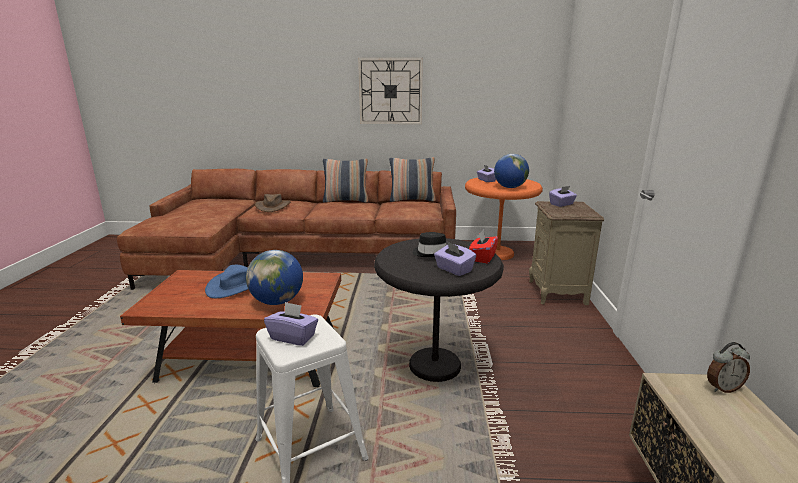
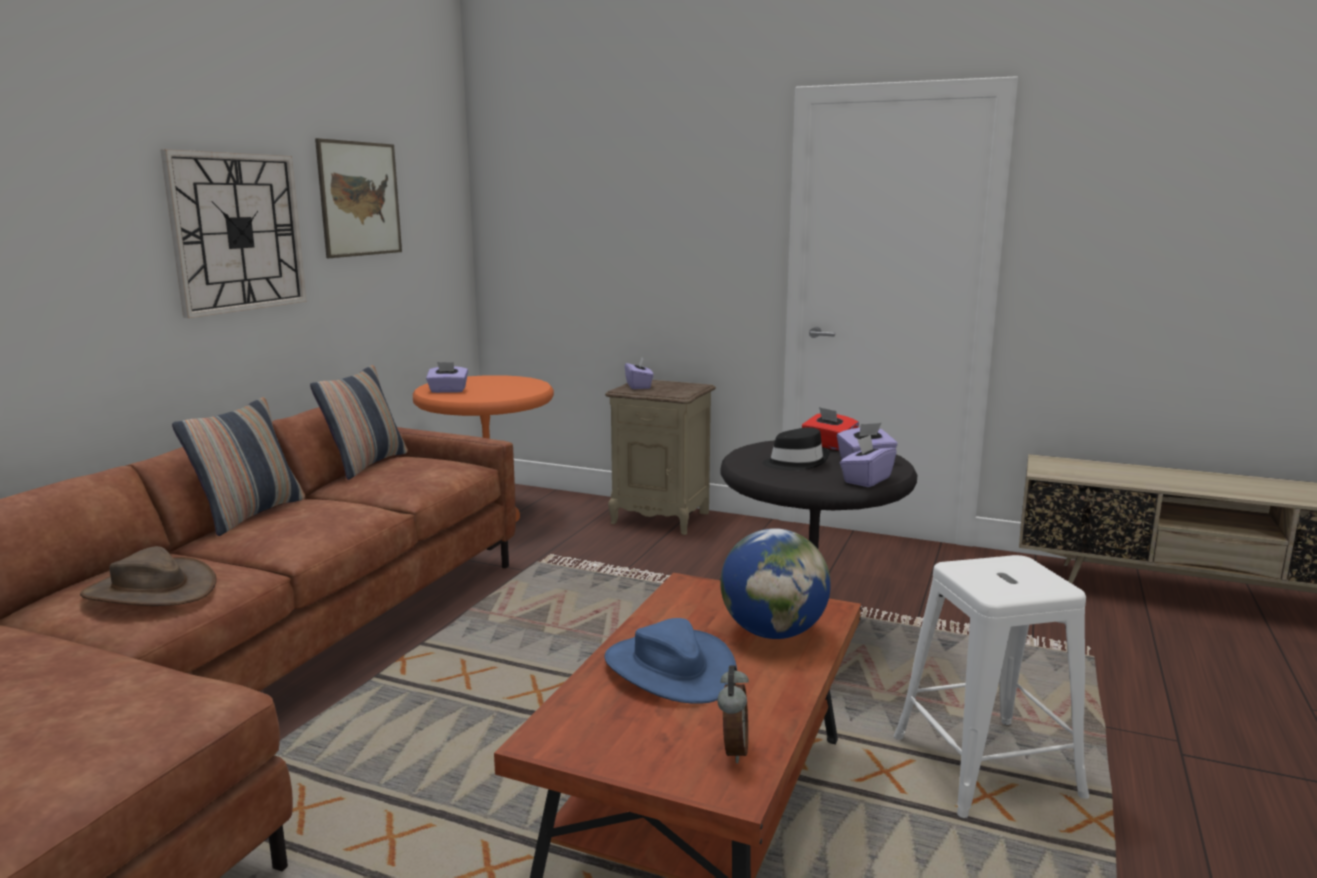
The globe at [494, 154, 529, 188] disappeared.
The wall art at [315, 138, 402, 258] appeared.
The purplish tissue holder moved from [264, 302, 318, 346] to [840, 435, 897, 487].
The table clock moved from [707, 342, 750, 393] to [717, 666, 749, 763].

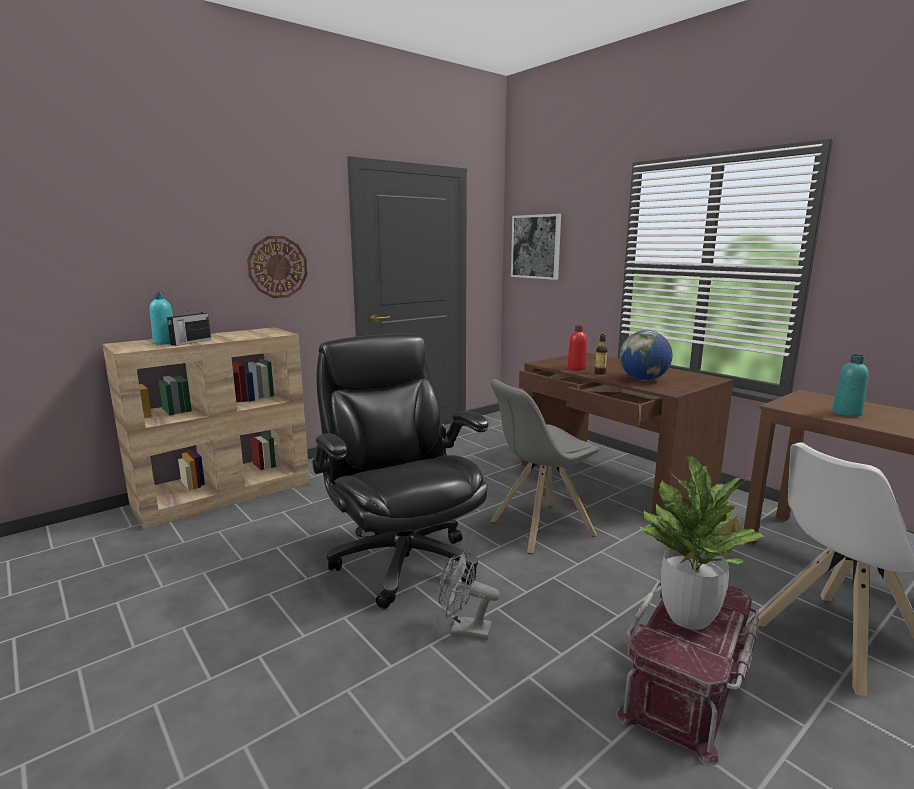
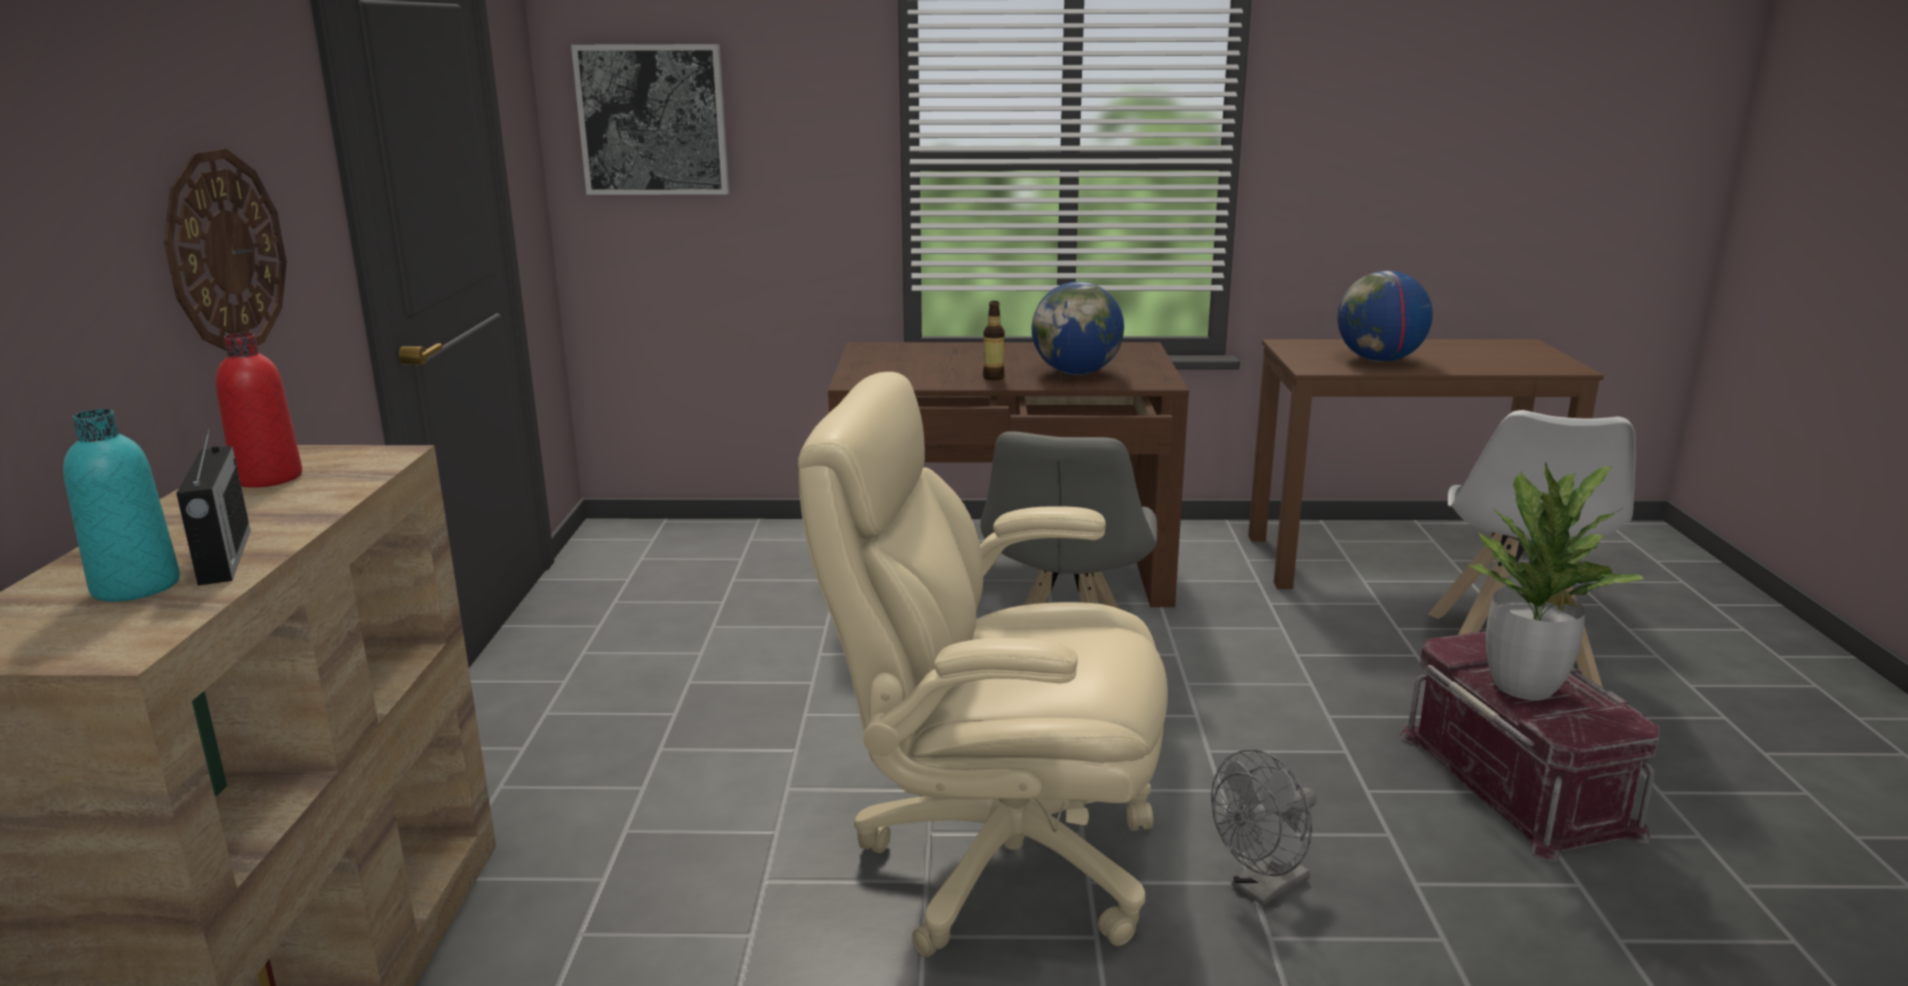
The red drink bottle moved from [567, 325, 587, 371] to [216, 333, 302, 488].
The turquoise drink bottle at [832, 354, 869, 417] was replaced by the globe at [1337, 271, 1433, 362].
The black-coloured desk chair at [313, 333, 488, 609] became the beige desk chair at [798, 372, 1168, 957].

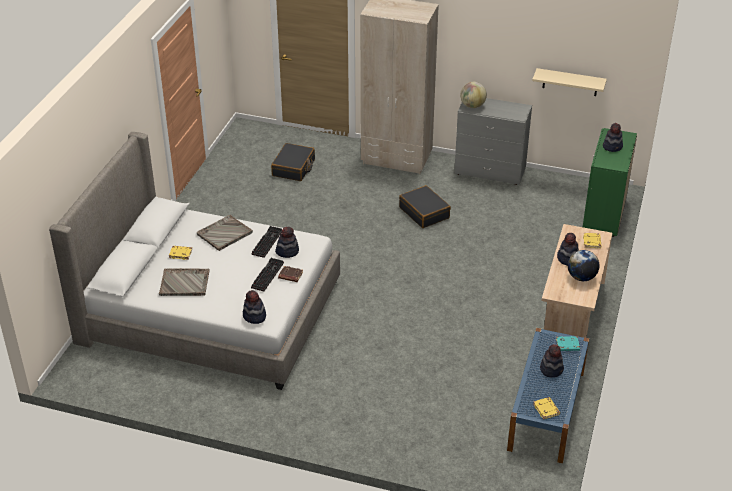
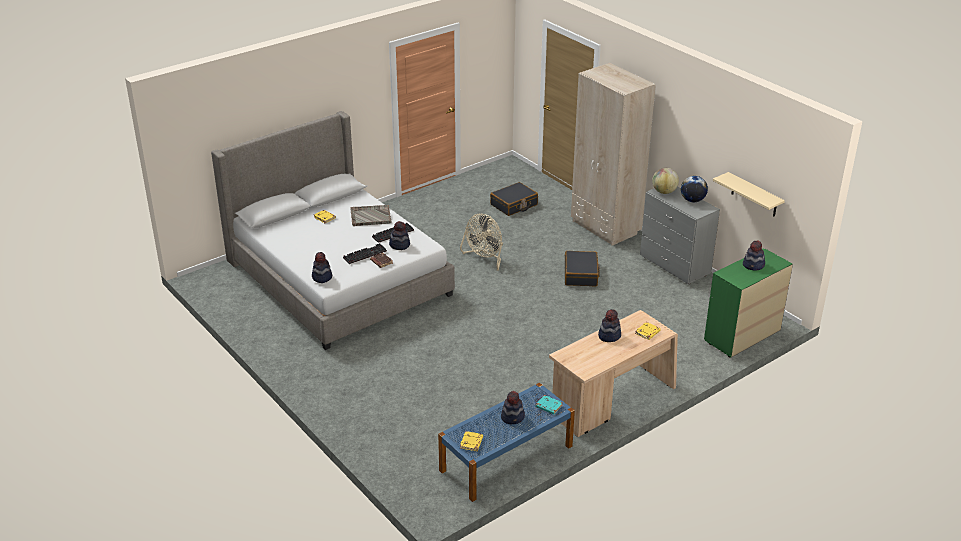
The greyish tray at [159, 268, 210, 296] disappeared.
The beige fan at [460, 214, 503, 271] appeared.
The globe moved from [568, 250, 599, 281] to [681, 176, 708, 202].

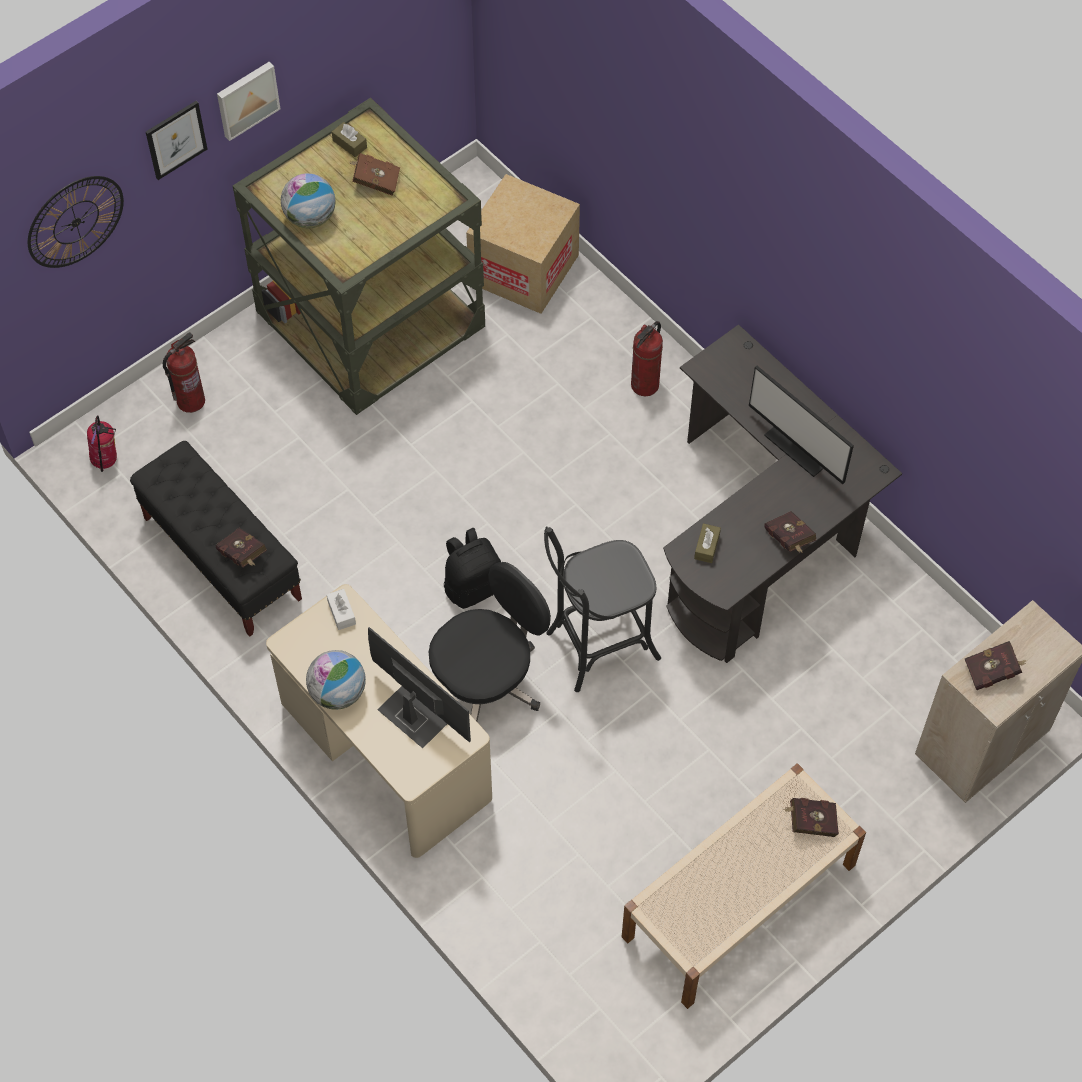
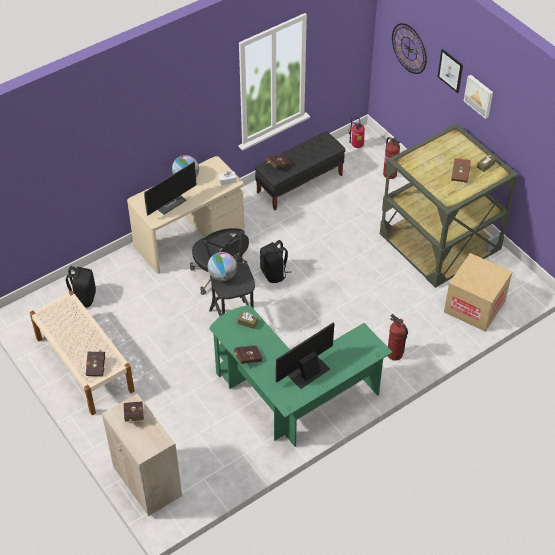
The black-coloured backpack at [66, 266, 96, 308] appeared.
The globe moved from [281, 173, 335, 228] to [208, 252, 237, 281].
The black-coloured desk at [663, 324, 902, 663] became the greenish desk at [209, 305, 392, 447].

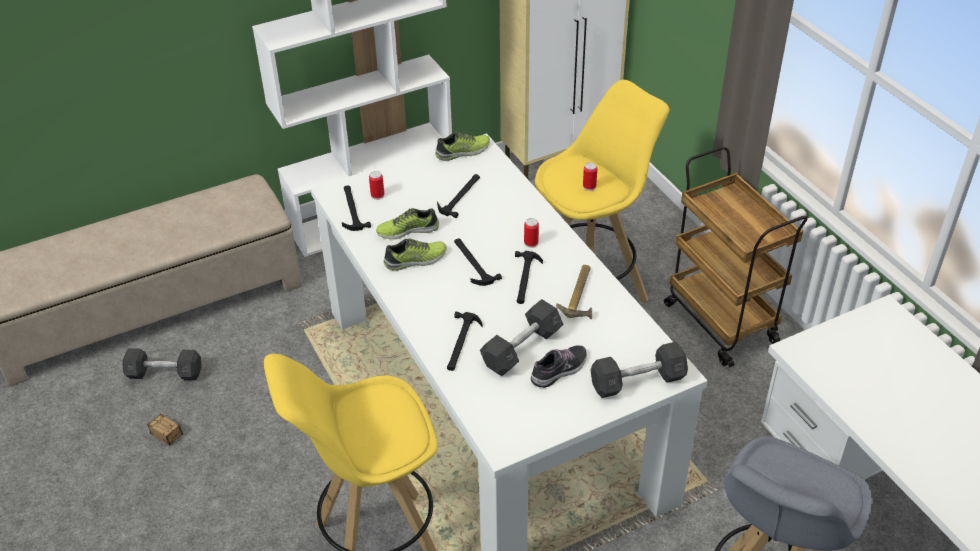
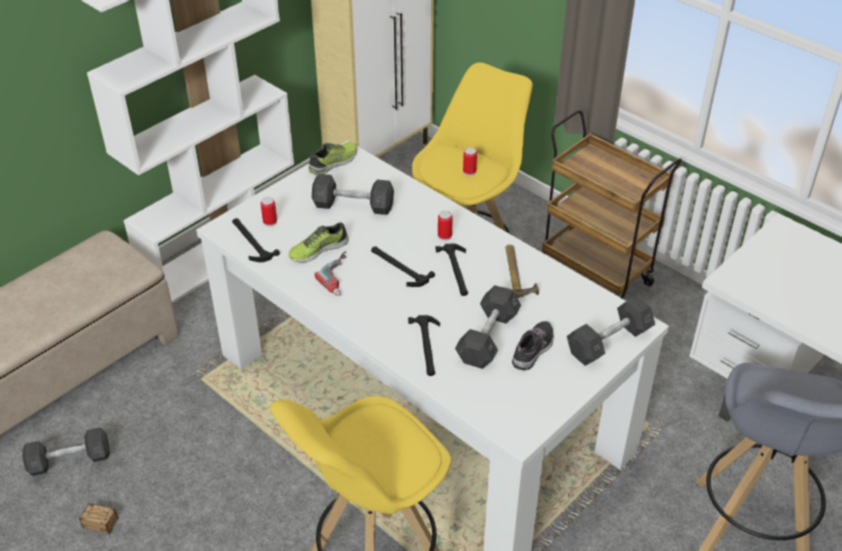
The shoe at [383, 239, 446, 270] was replaced by the electric drill at [315, 252, 346, 296].
The hammer at [437, 174, 480, 218] was replaced by the greyish dumbbell at [312, 174, 394, 215].

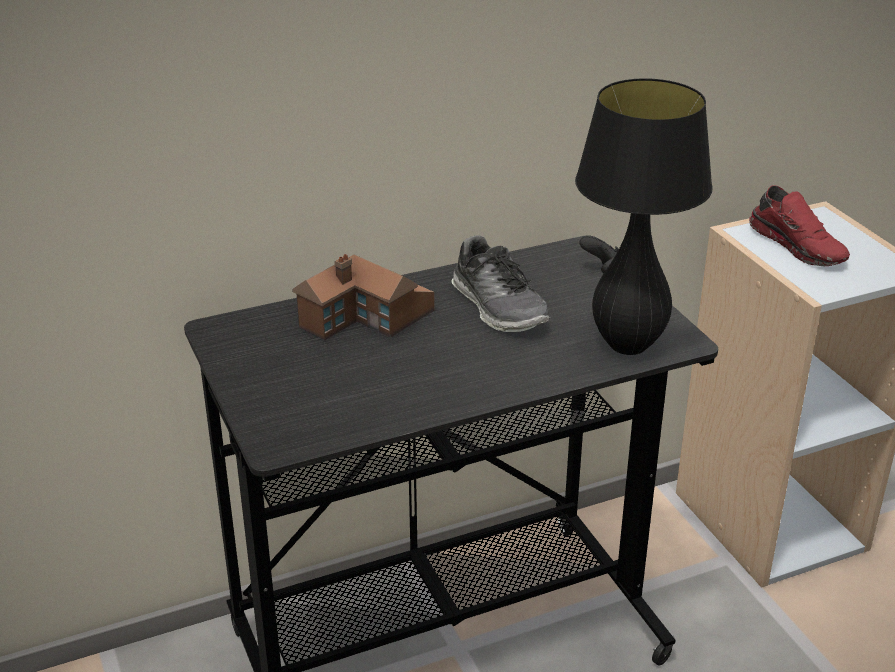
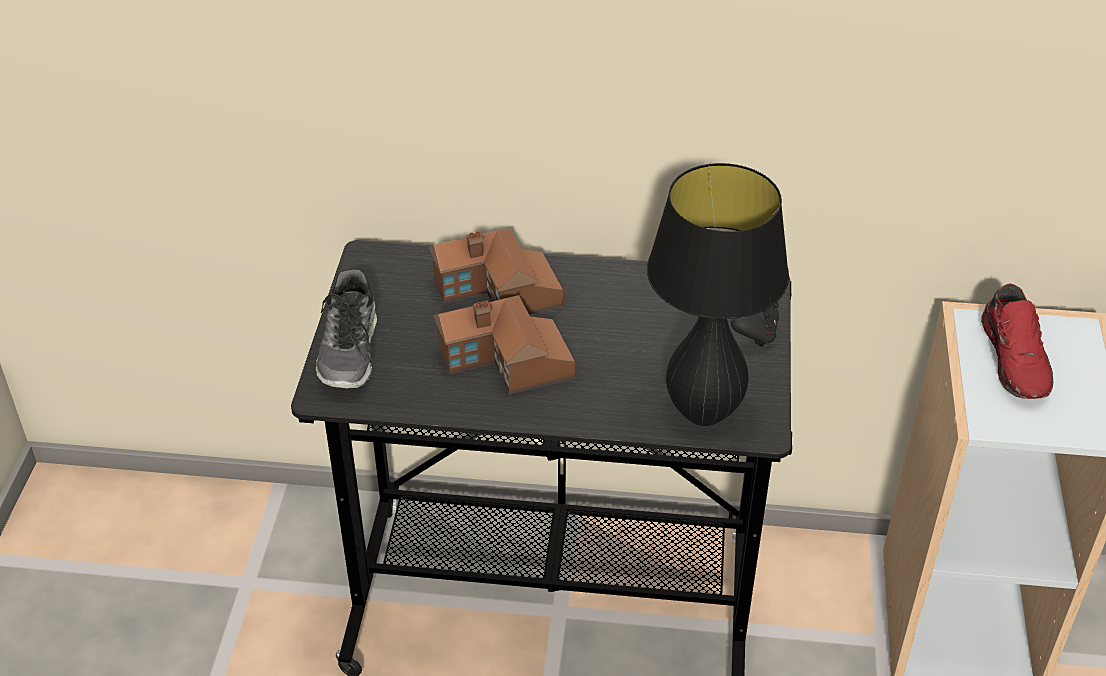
The toy house at [433, 295, 575, 394] appeared.
The shoe moved from [451, 235, 550, 332] to [316, 270, 377, 388].

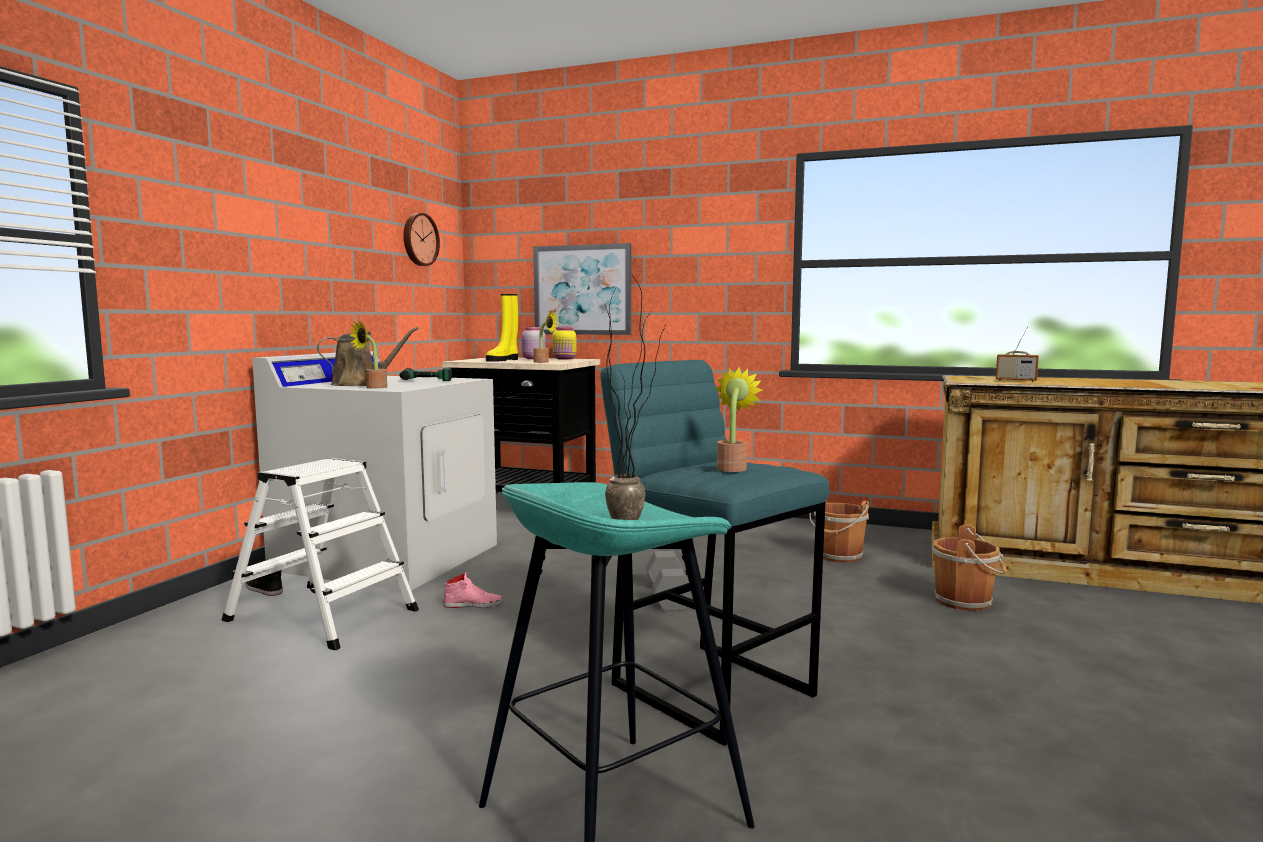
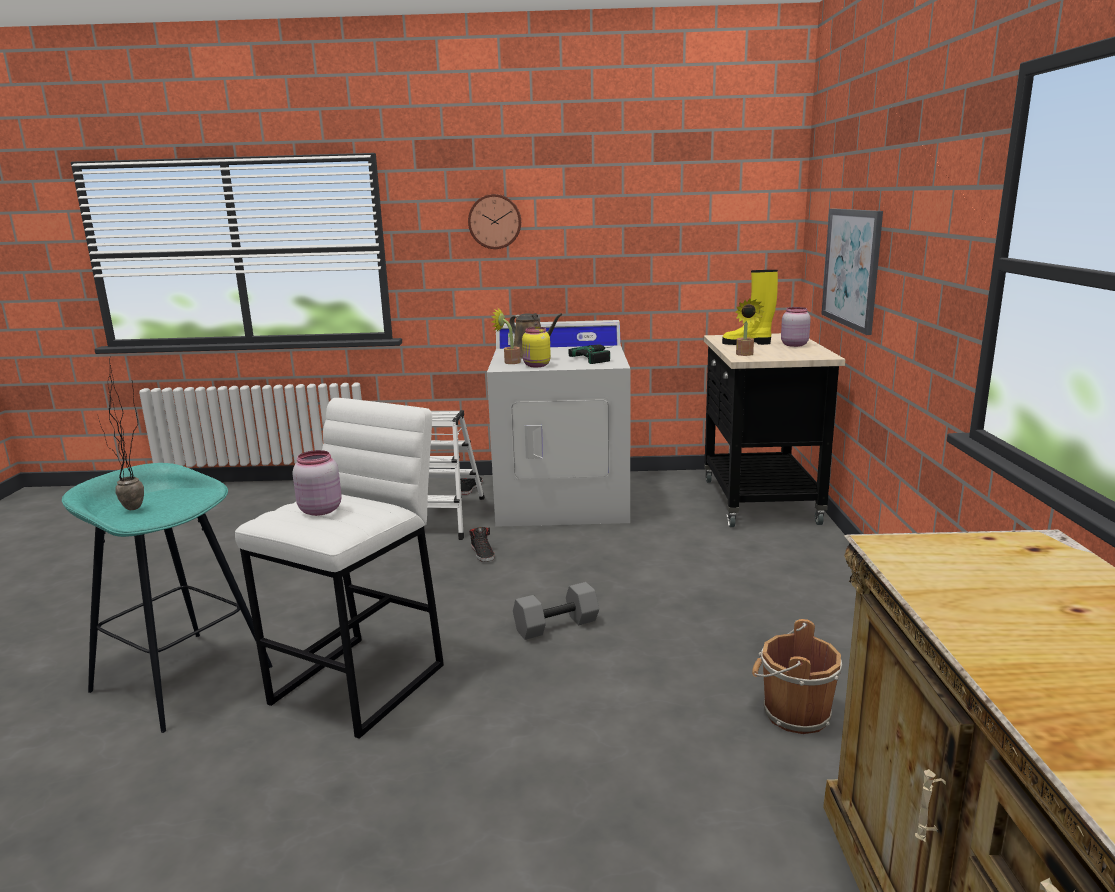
The brown water bucket at [932, 524, 1006, 611] disappeared.
The radio receiver at [996, 327, 1039, 382] disappeared.
The wall clock moved from [403, 213, 440, 266] to [468, 194, 521, 249].
The yellow-coloured storage jar moved from [553, 327, 576, 359] to [522, 327, 551, 367].
The houseplant at [715, 366, 762, 472] was replaced by the pink storage jar at [293, 450, 341, 516].
The pink shoe at [443, 572, 504, 608] became the black-coloured shoe at [469, 527, 495, 562].
The turquoise stool seat at [600, 360, 829, 746] became the whitish stool seat at [235, 398, 444, 739].

